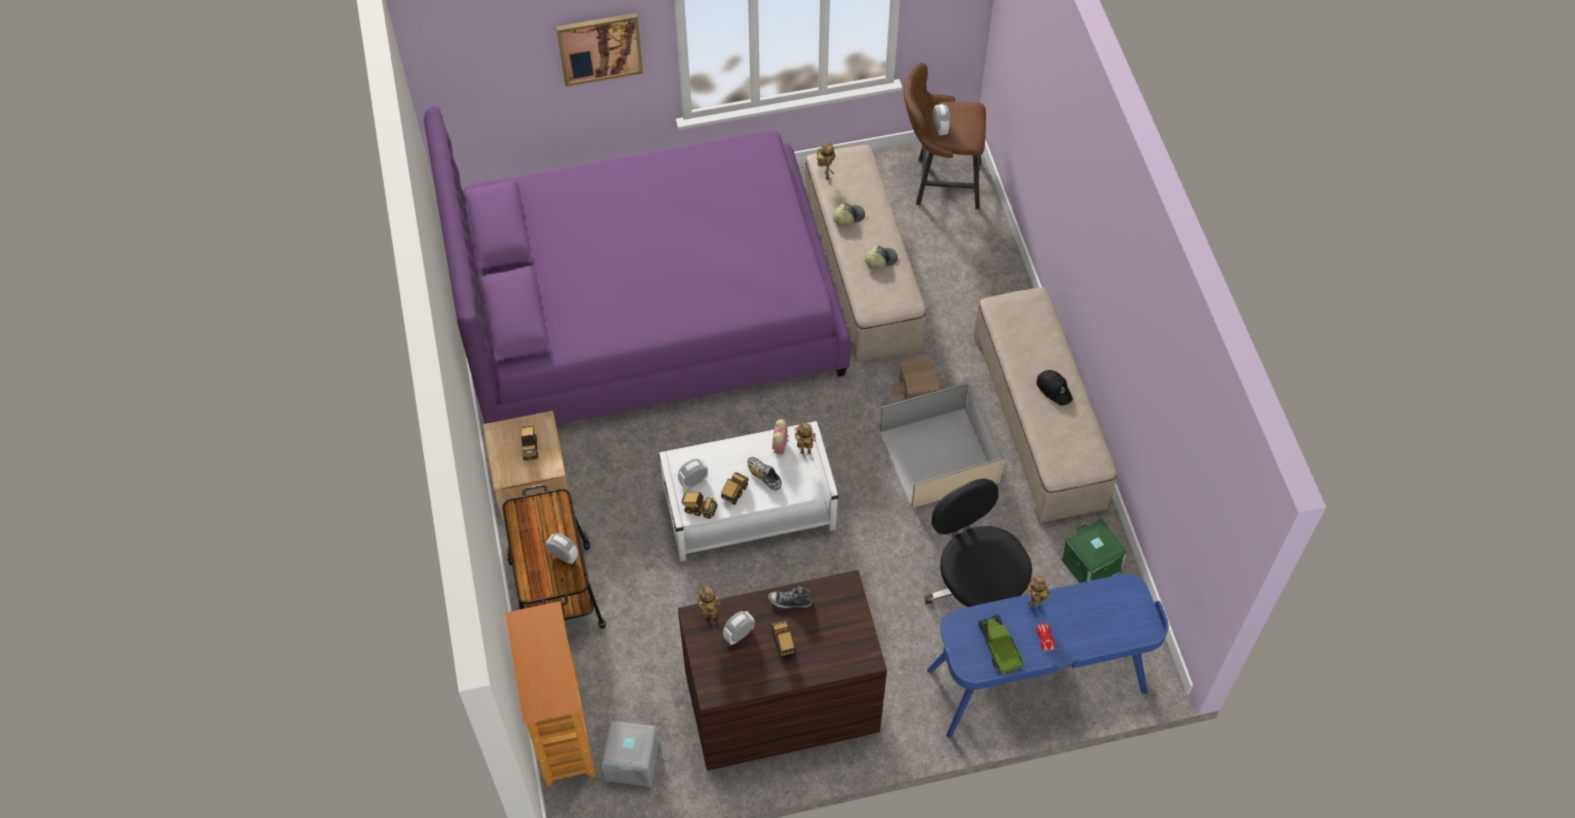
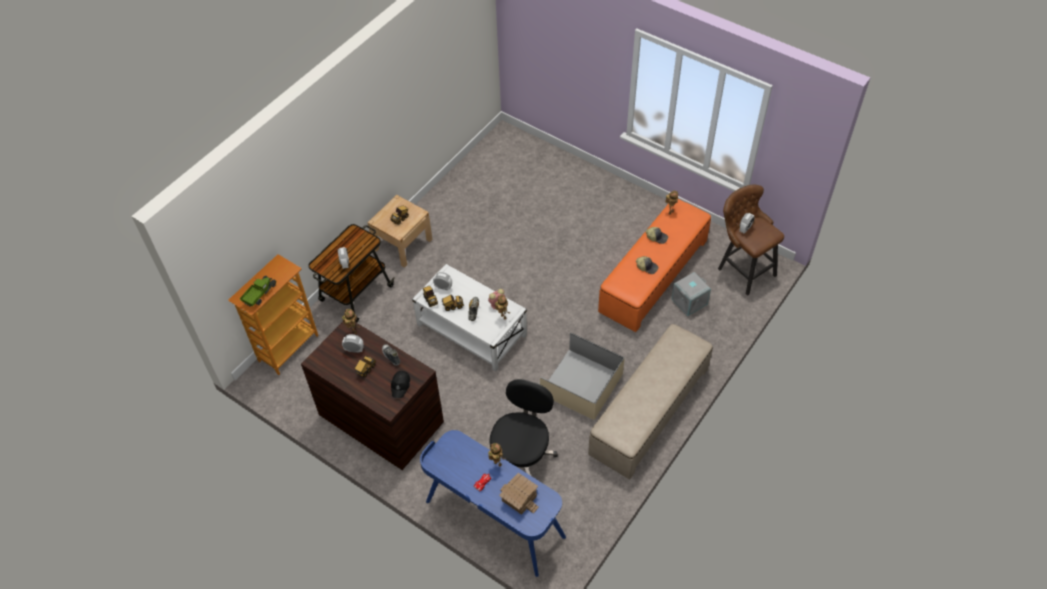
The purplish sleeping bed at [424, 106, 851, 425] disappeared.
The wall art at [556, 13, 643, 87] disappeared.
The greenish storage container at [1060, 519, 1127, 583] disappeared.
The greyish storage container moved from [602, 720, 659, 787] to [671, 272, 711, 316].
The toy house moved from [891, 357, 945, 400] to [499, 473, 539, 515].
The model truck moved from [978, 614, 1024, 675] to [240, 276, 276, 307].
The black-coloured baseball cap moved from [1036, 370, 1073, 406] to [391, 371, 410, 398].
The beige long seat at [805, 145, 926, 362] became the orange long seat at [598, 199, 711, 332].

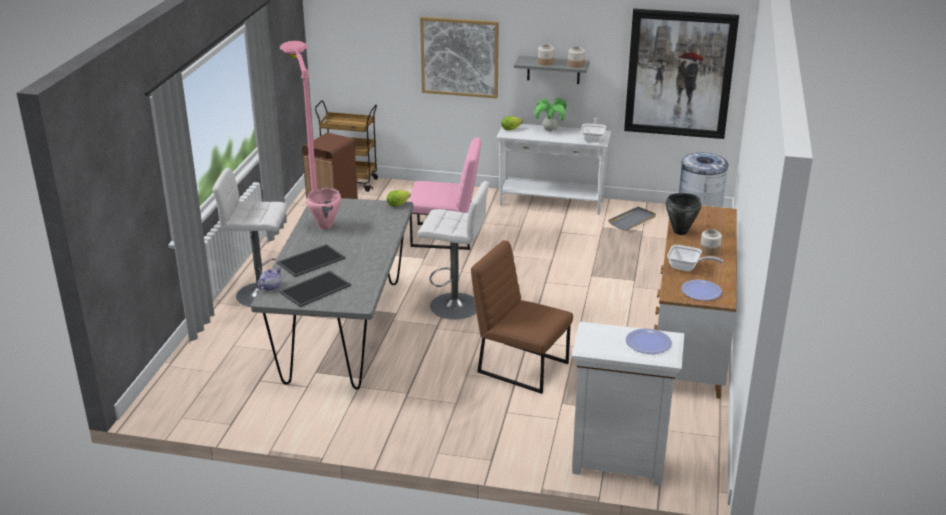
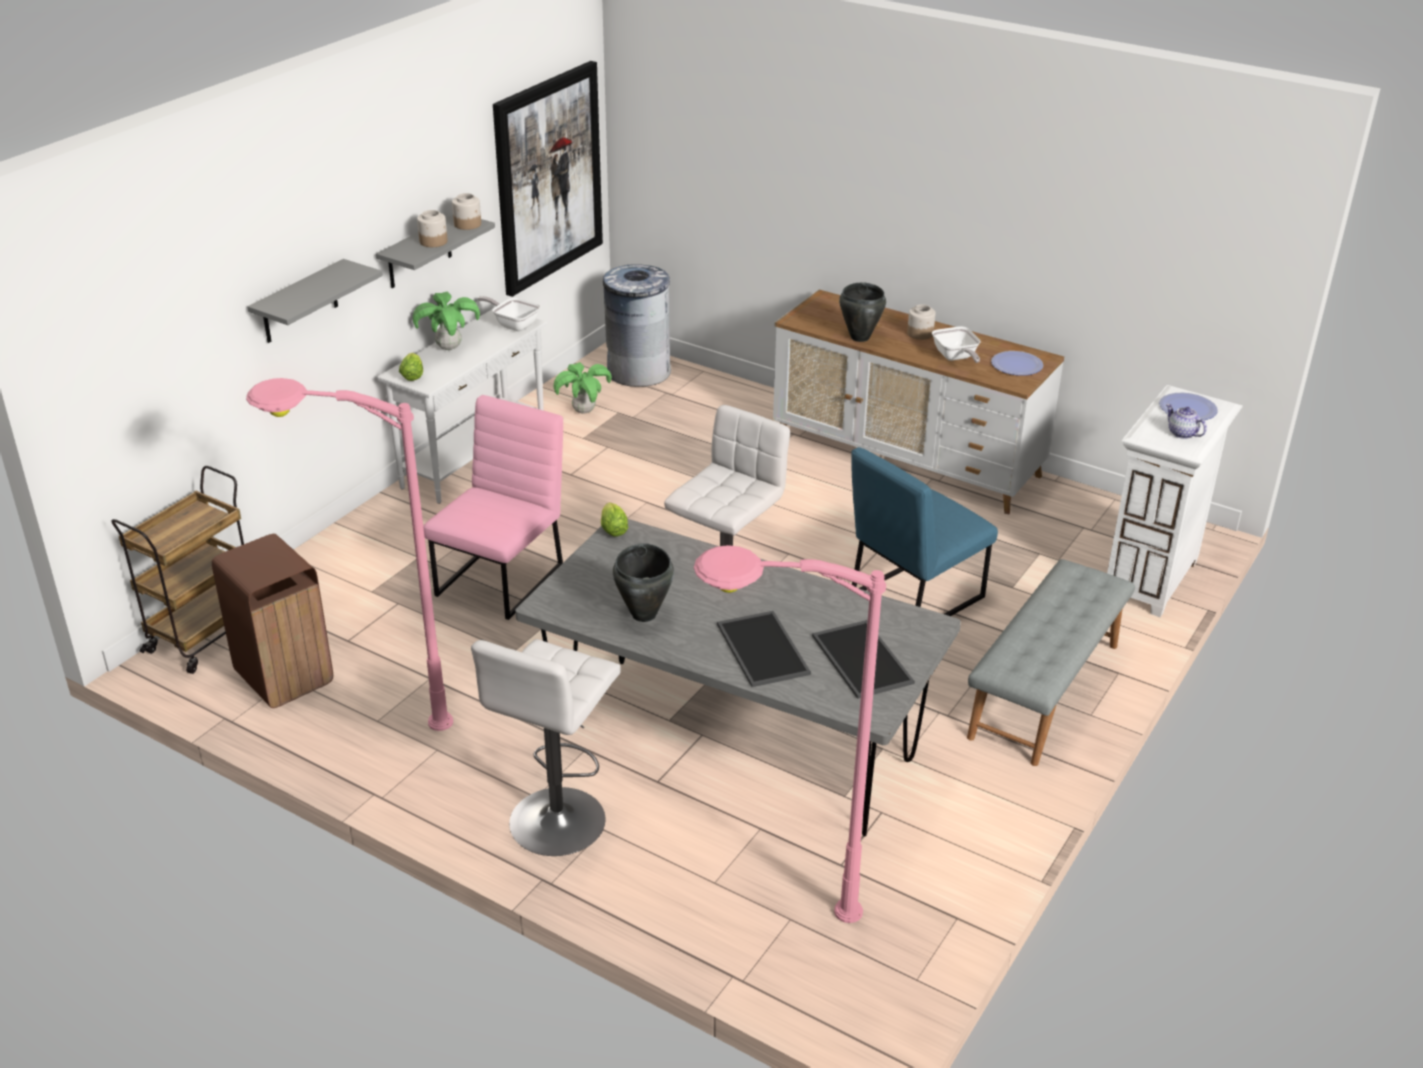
The pink standing lamp at [694, 545, 886, 923] appeared.
The greyish long seat at [967, 559, 1135, 766] appeared.
The pot for tea moved from [258, 267, 282, 291] to [1166, 404, 1207, 439].
The wall art at [420, 17, 499, 98] was replaced by the greyish wall shelf at [247, 259, 383, 343].
The greyish tray at [608, 207, 656, 231] was replaced by the houseplant at [554, 362, 612, 414].
The pink saucepot at [306, 188, 341, 229] became the black-coloured saucepot at [613, 543, 674, 622].
The brown chair at [471, 240, 573, 394] became the blue-coloured chair at [851, 447, 998, 616].
The pan at [667, 245, 723, 271] turned 120 degrees clockwise.

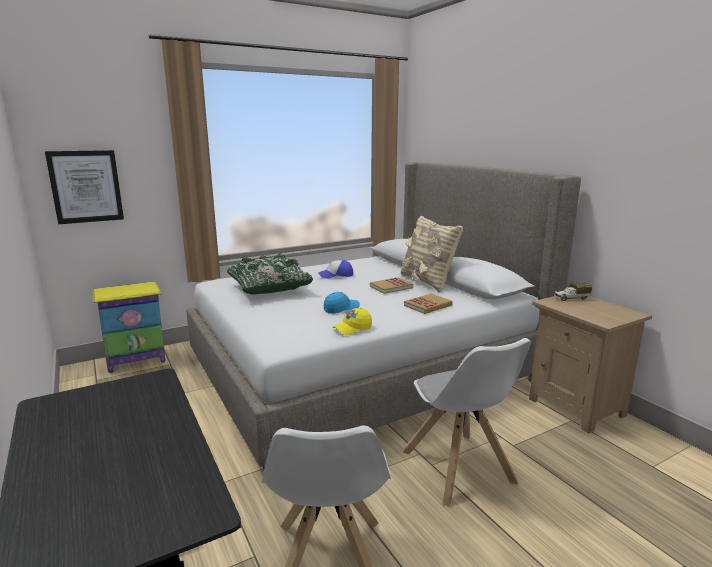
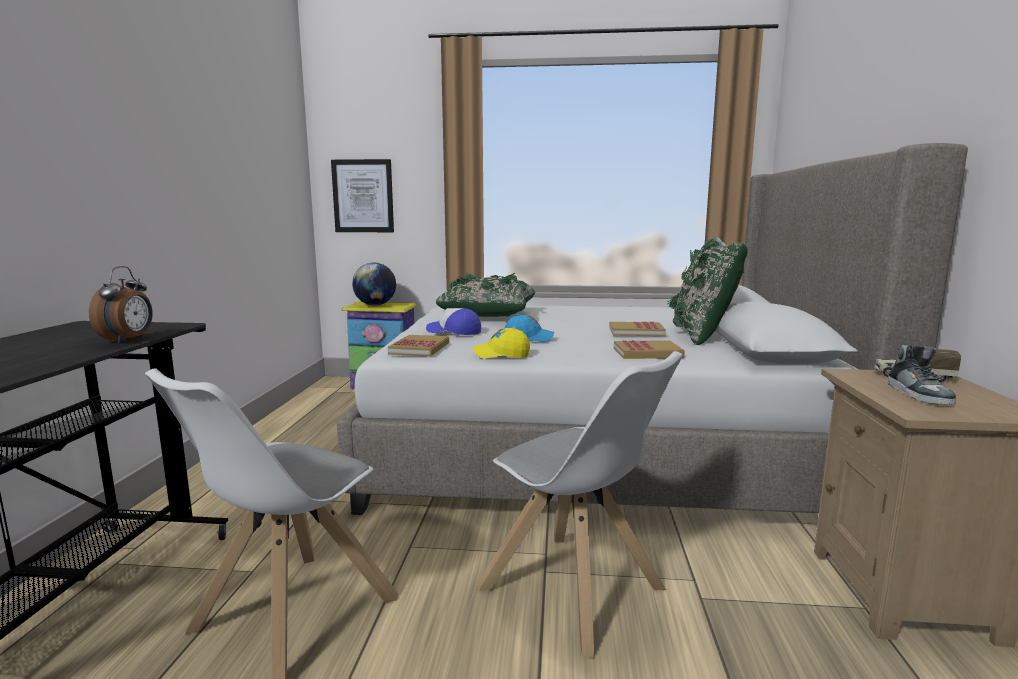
The table clock at [89, 266, 153, 343] appeared.
The globe at [352, 263, 396, 305] appeared.
The book at [388, 335, 449, 357] appeared.
The shoe at [887, 345, 957, 405] appeared.
The baseball cap moved from [318, 260, 353, 279] to [426, 308, 481, 335].
The beige cushion at [401, 216, 463, 292] became the greenish cushion at [668, 237, 748, 345].
The chair at [402, 338, 531, 507] turned 60 degrees counterclockwise.

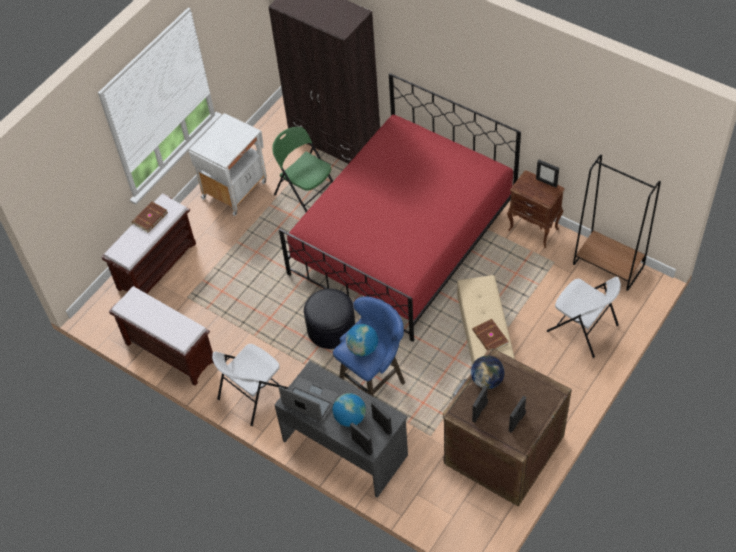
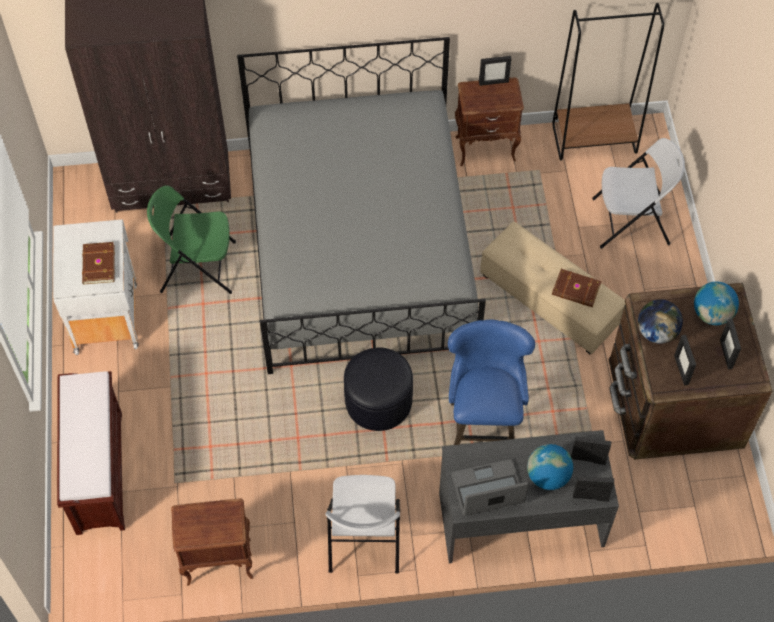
The brown book moved from [132, 202, 168, 232] to [82, 242, 115, 284].
The globe moved from [346, 324, 378, 356] to [694, 282, 739, 325].
The brown long seat at [109, 286, 214, 386] was replaced by the brown bedside table at [171, 498, 253, 586].
The red sleeping bed at [279, 73, 521, 342] became the greyish sleeping bed at [237, 37, 486, 374].

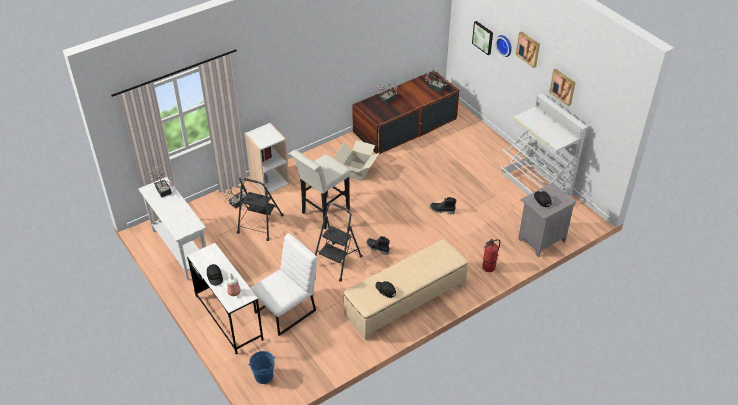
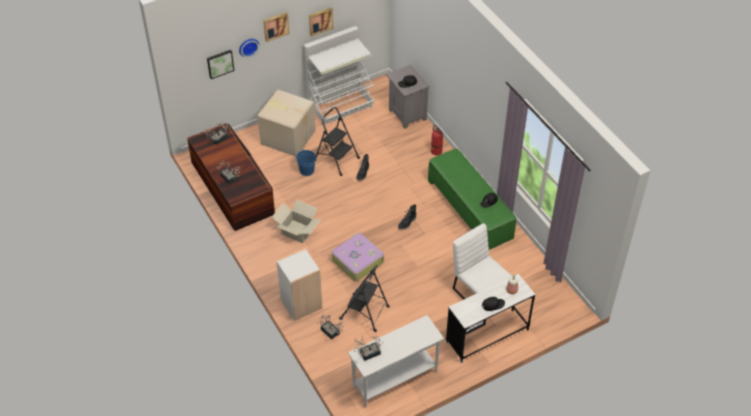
The packing box at [257, 90, 316, 157] appeared.
The blue-coloured water bucket moved from [248, 351, 275, 384] to [296, 149, 316, 176].
The black-coloured stepladder moved from [315, 203, 363, 282] to [315, 107, 360, 176].
The whitish stool seat at [290, 150, 351, 229] was replaced by the suitcase at [332, 233, 384, 281].
The beige long seat at [343, 239, 468, 340] became the greenish long seat at [428, 149, 516, 250].

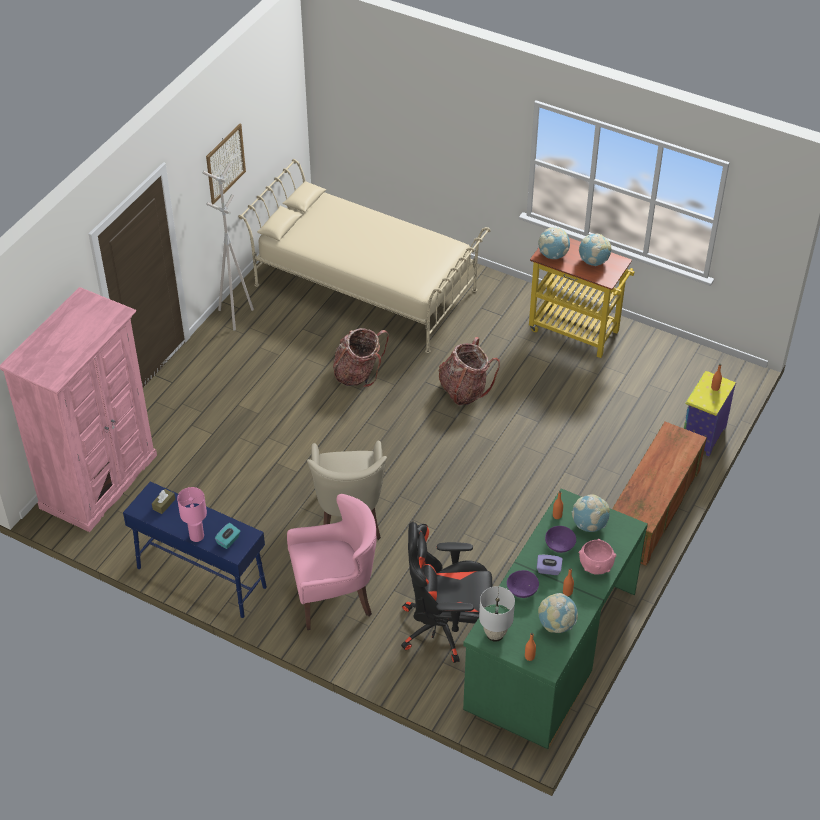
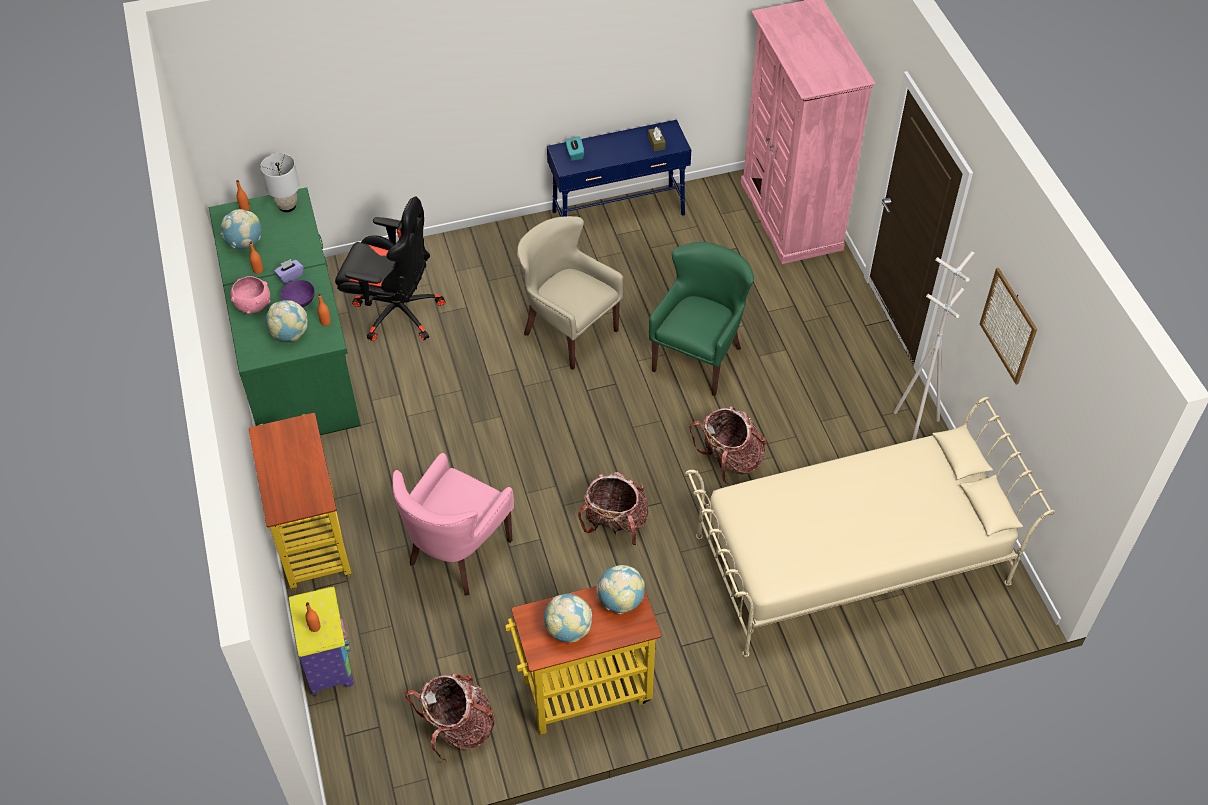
The pink tabletop lamp at [177, 487, 207, 542] disappeared.
The purplish serving bowl at [507, 570, 539, 598] disappeared.
The backpack at [405, 673, 495, 761] appeared.
The greenish lounge chair at [649, 242, 754, 396] appeared.
The pink lounge chair moved from [287, 494, 376, 630] to [393, 453, 514, 596].
The brown long seat at [612, 421, 707, 566] was replaced by the yellow-coloured cart at [249, 413, 351, 590].
The black-coloured desk chair at [401, 521, 492, 663] turned 60 degrees clockwise.

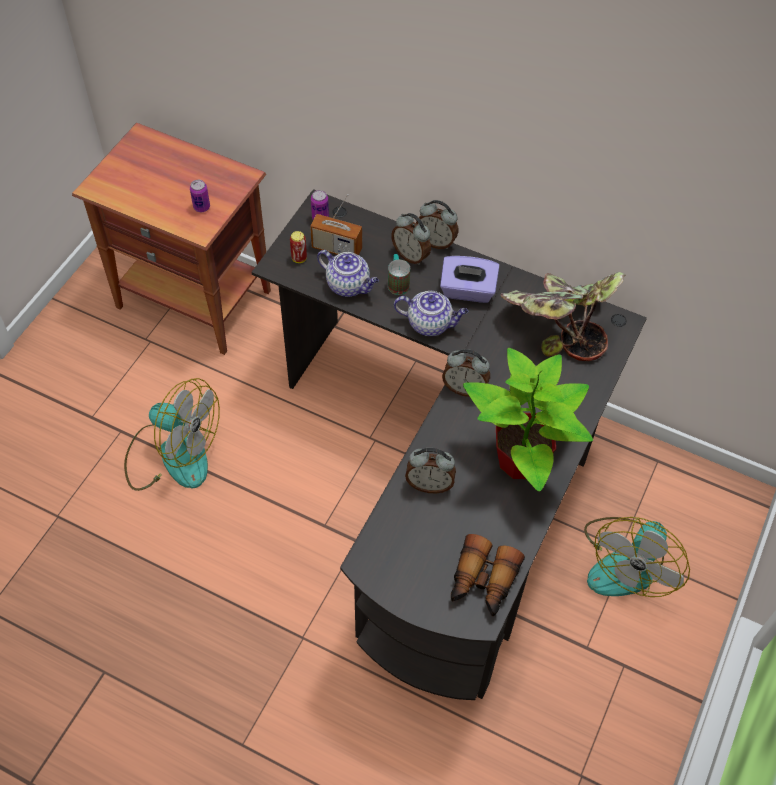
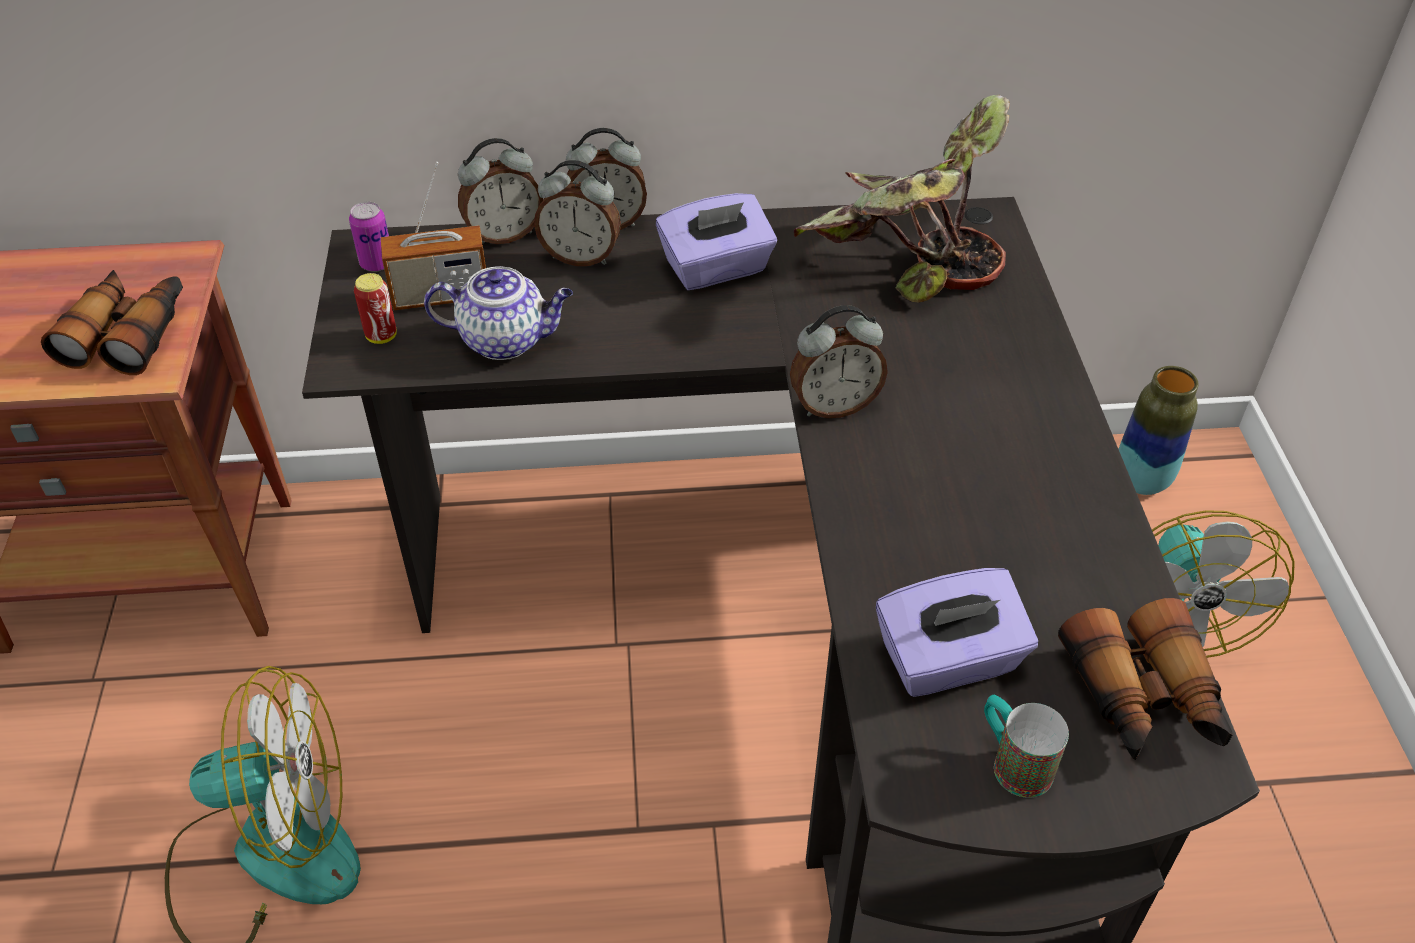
The pot for tea at [394, 291, 468, 336] disappeared.
The houseplant at [463, 348, 593, 492] disappeared.
The purplish tissue holder at [876, 568, 1038, 697] appeared.
The decorative vase at [1119, 366, 1199, 495] appeared.
The coffee mug moved from [388, 254, 410, 295] to [984, 695, 1069, 798].
The table clock moved from [405, 448, 456, 493] to [458, 138, 543, 244].
The can at [190, 180, 210, 212] was replaced by the binoculars at [41, 270, 183, 375].

